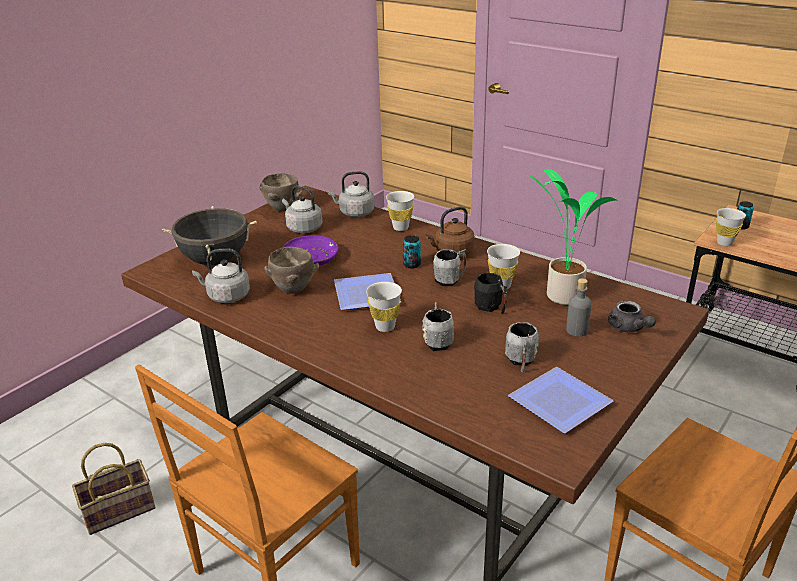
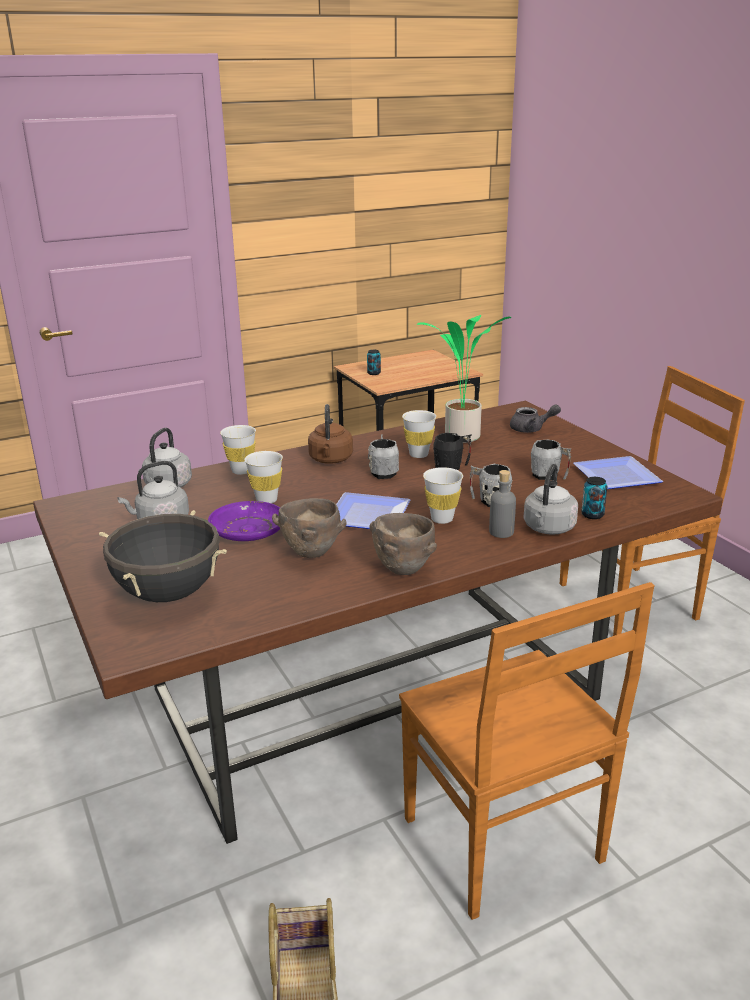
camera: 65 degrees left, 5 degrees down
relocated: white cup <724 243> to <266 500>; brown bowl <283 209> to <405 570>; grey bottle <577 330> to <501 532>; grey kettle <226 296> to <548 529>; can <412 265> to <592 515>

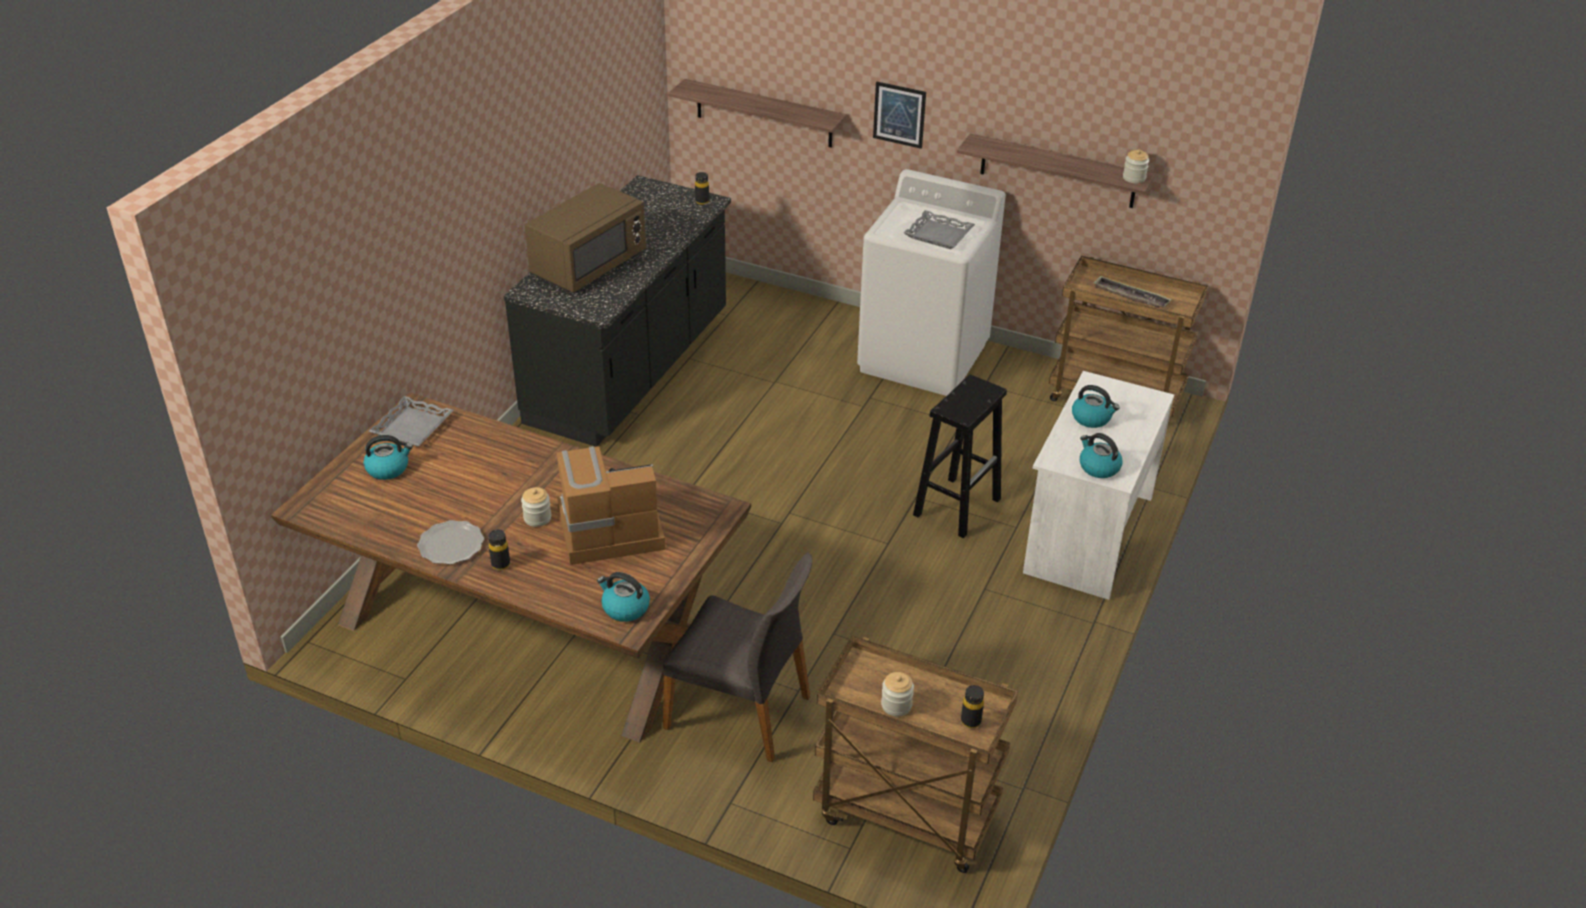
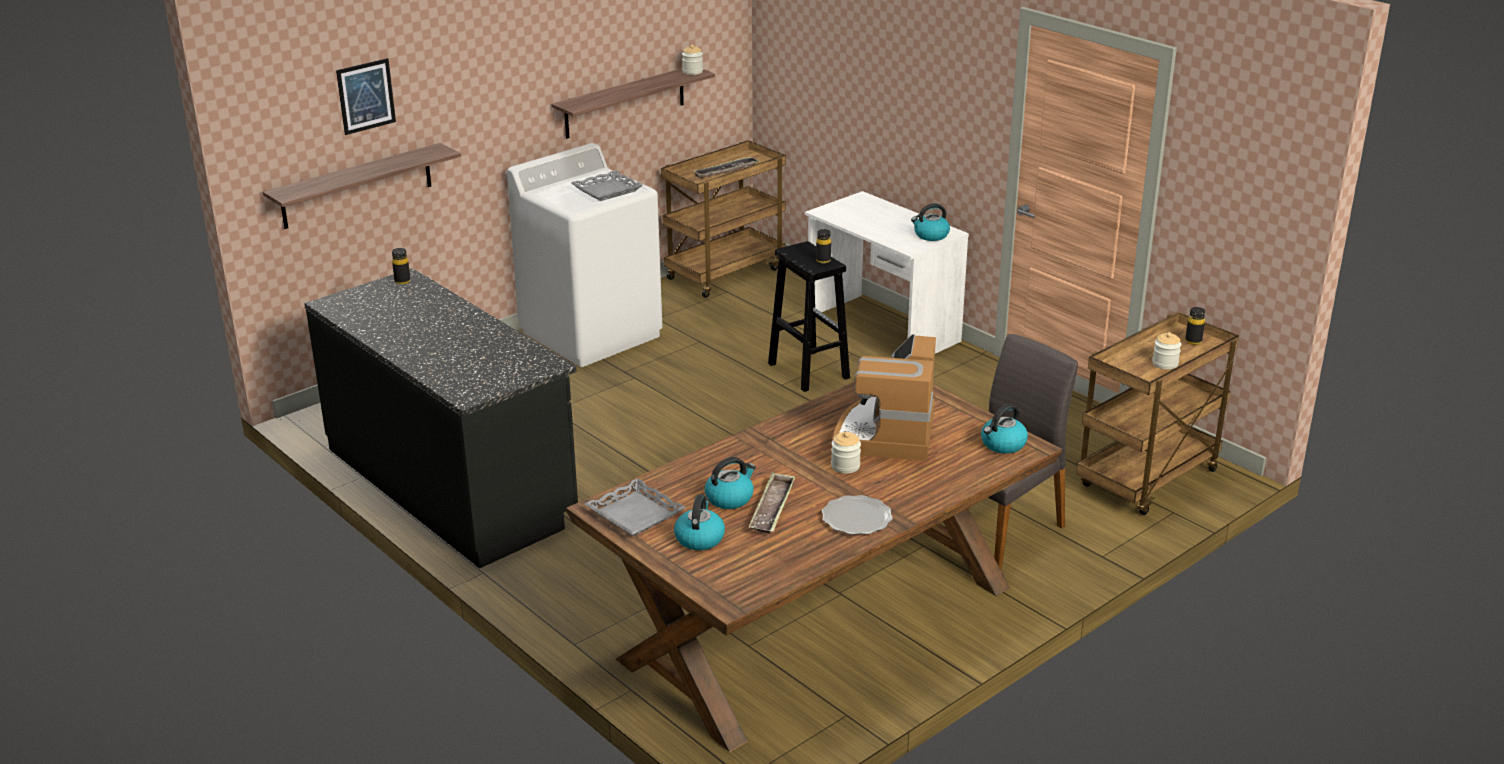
camera: 65 degrees left, 10 degrees down
missing: brown microwave <588 265>
appeared: tray <772 508>
relocated: picture <899 114> to <366 96>; kettle <1092 418> to <730 498>; black bottle <501 564> to <823 260>

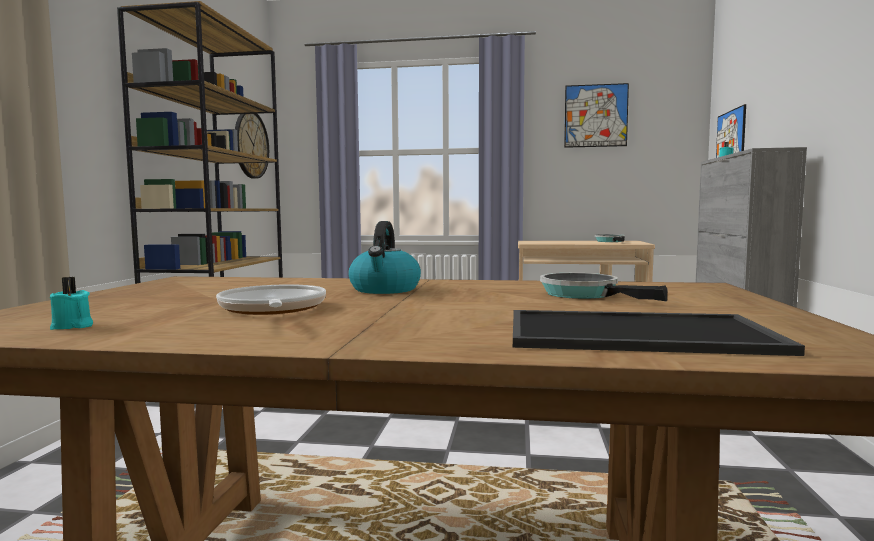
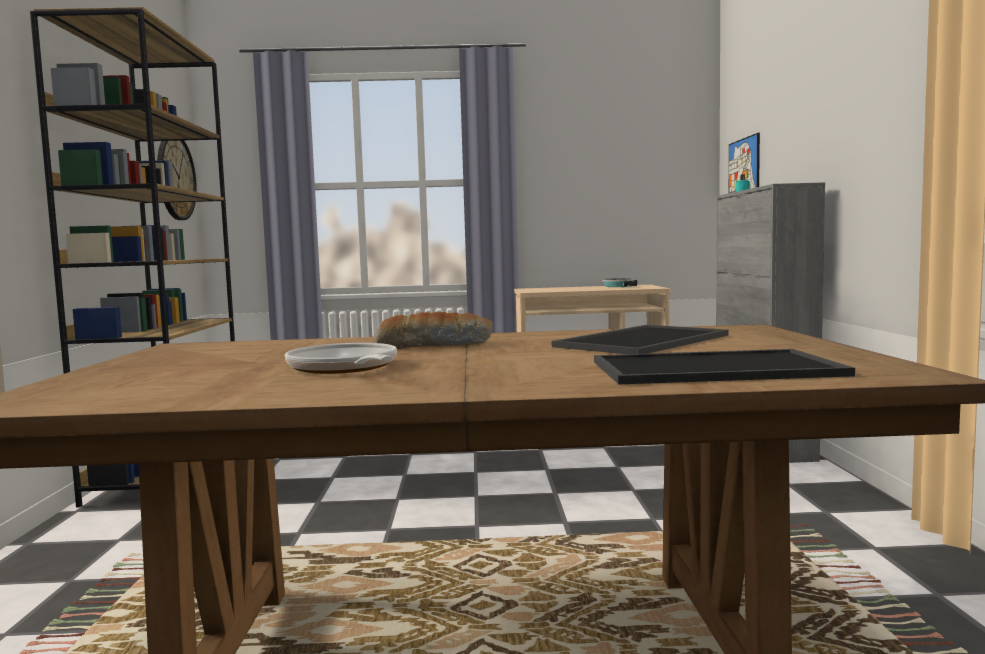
camera: 10 degrees left, 0 degrees up
missing: turquoise candle <73 326>; picture <595 116>
exchanged: kettle <385 290> to bread <435 345>; frying pan <585 294> to tray <641 340>

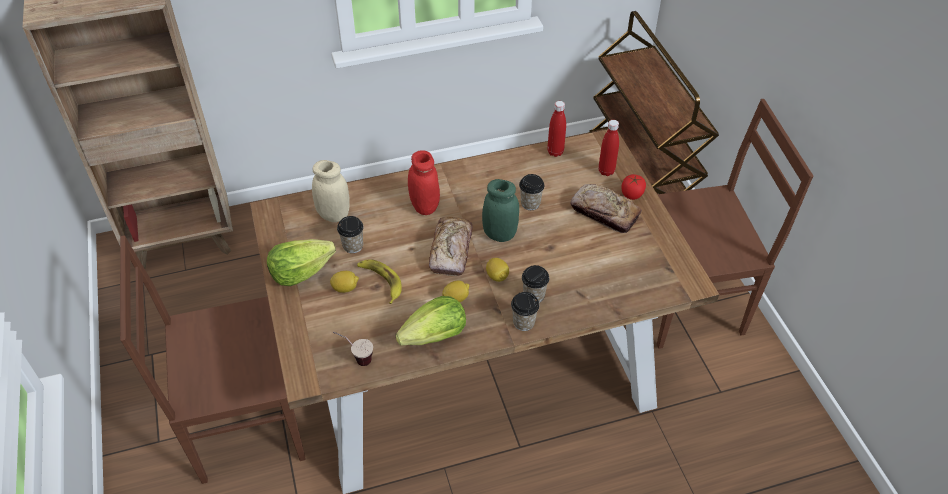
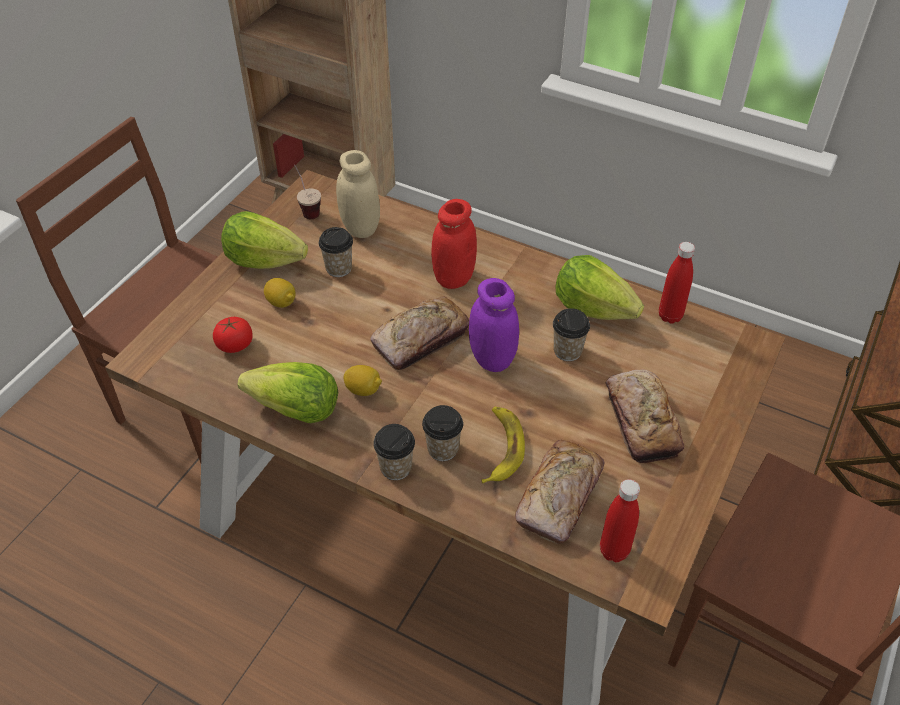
camera: 45 degrees right, 0 degrees up
missing: lemon <497 276>
appeared: bread <559 497>; lettuce <593 308>
relocated: tomato <632 194> to <235 345>; cup <355 358> to <307 209>; banana <380 281> to <501 447>; red bottle <606 171> to <614 551>
colour: green jar <499 234> to purple jar <492 359>

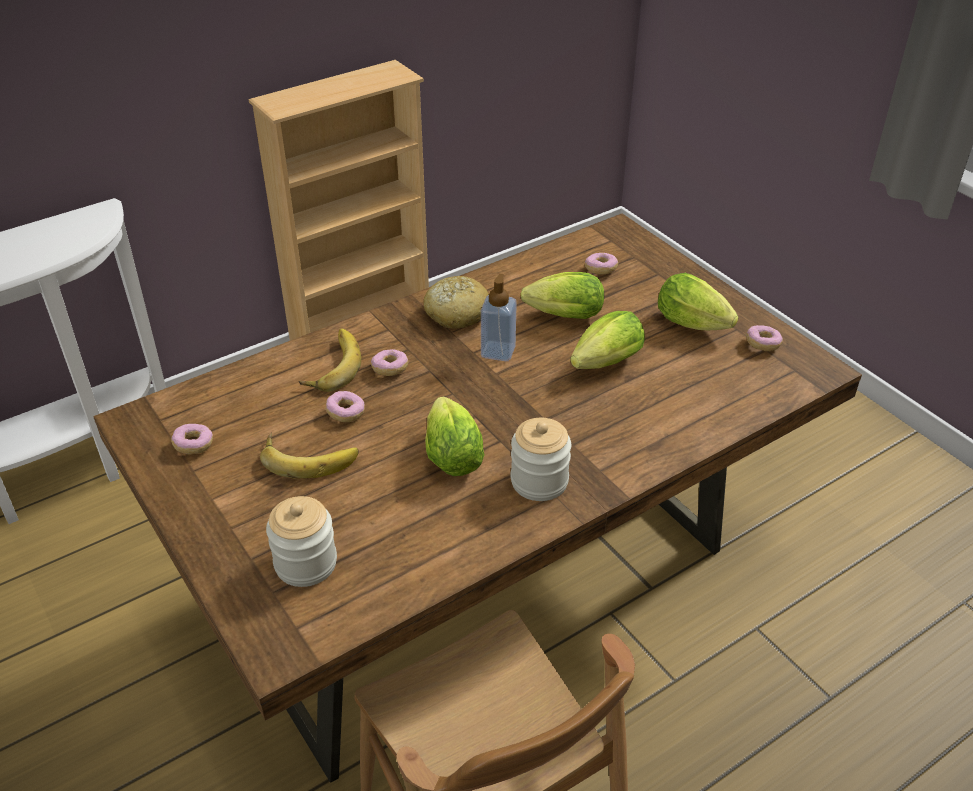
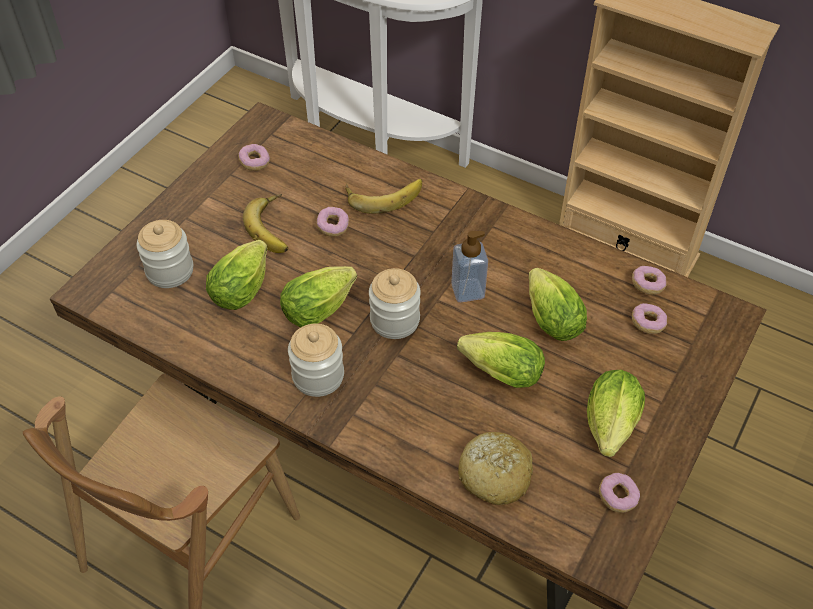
camera: 65 degrees right, 10 degrees up
appeared: lettuce <244 287>; jar <395 320>
relocated: bread <456 313> to <494 474>; donut <390 369> to <647 285>

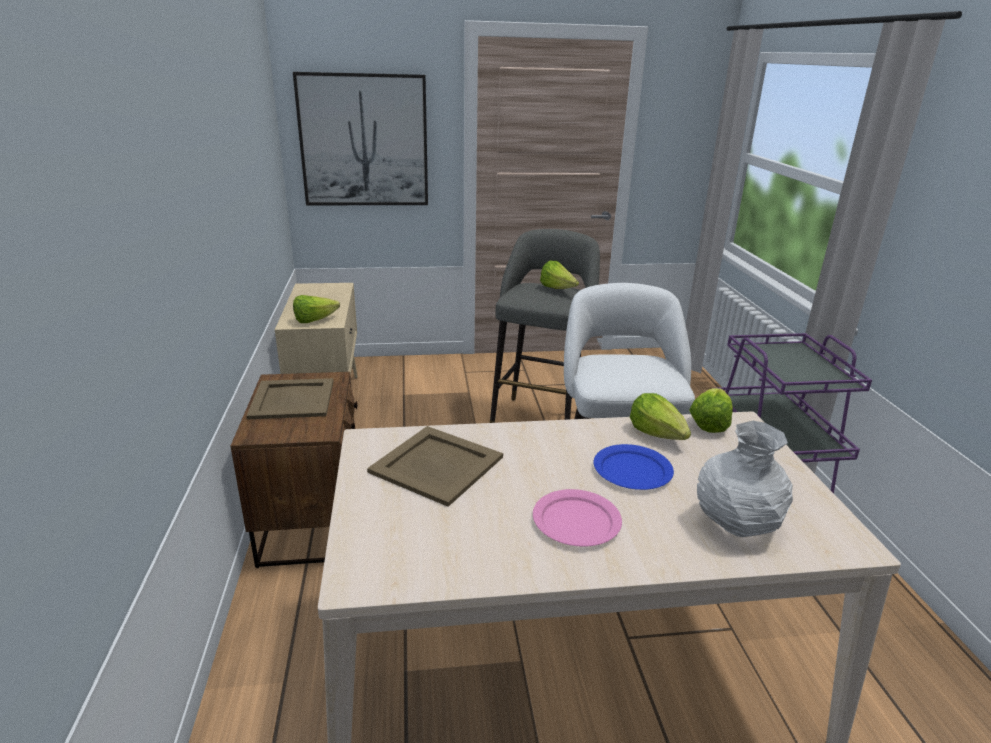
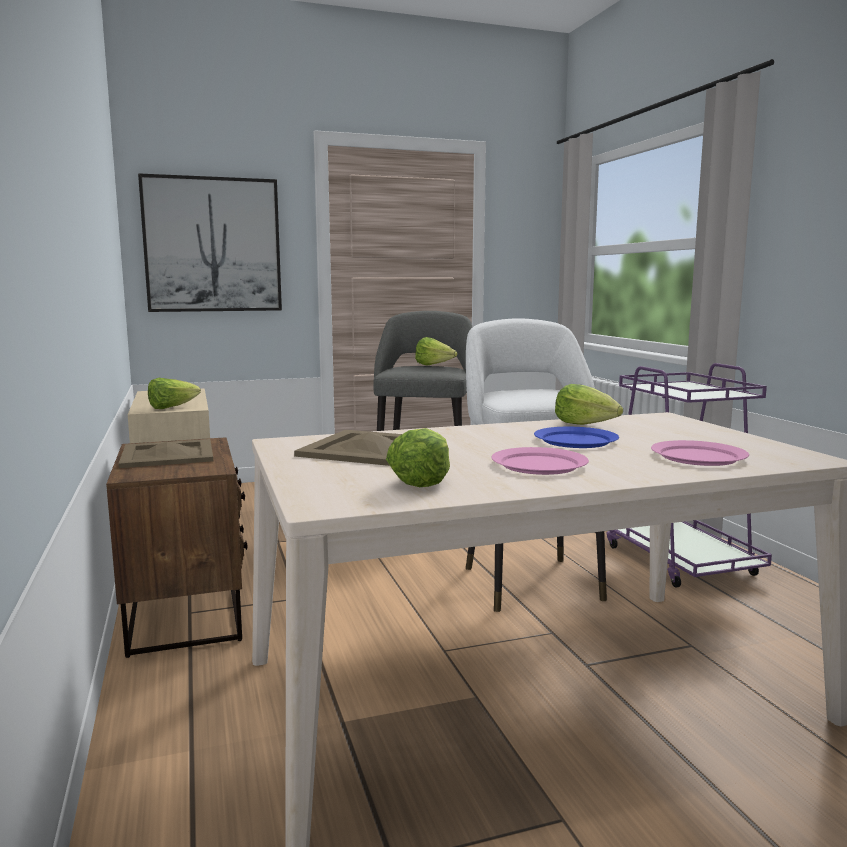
camera: 10 degrees left, 15 degrees down
relocated: lettuce <709 423> to <421 480>
exchanged: white vase <737 524> to pink plate <699 457>

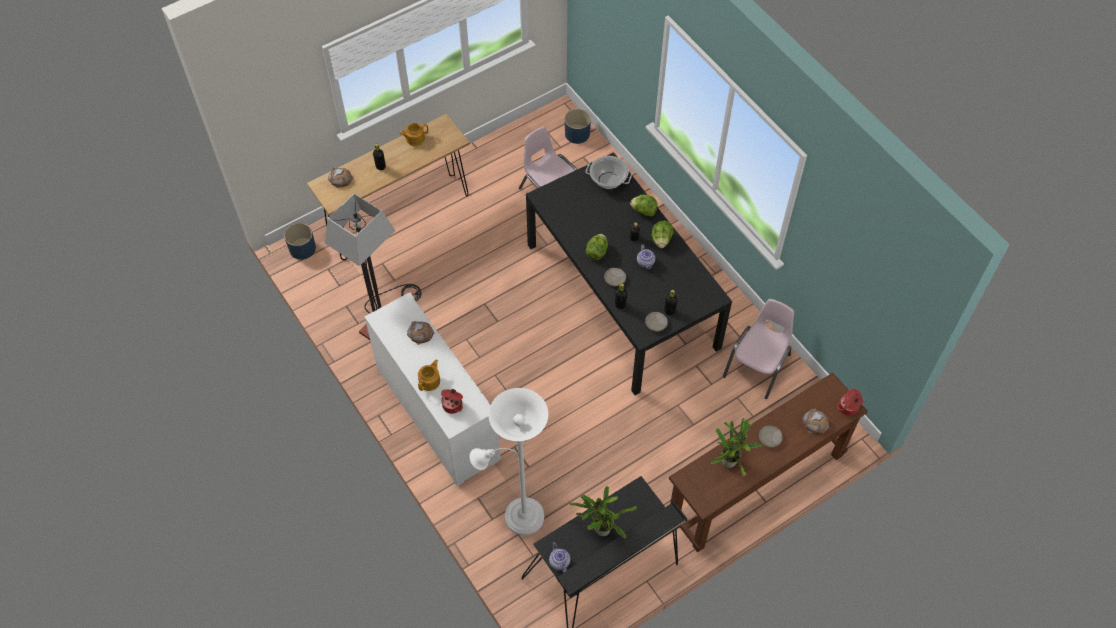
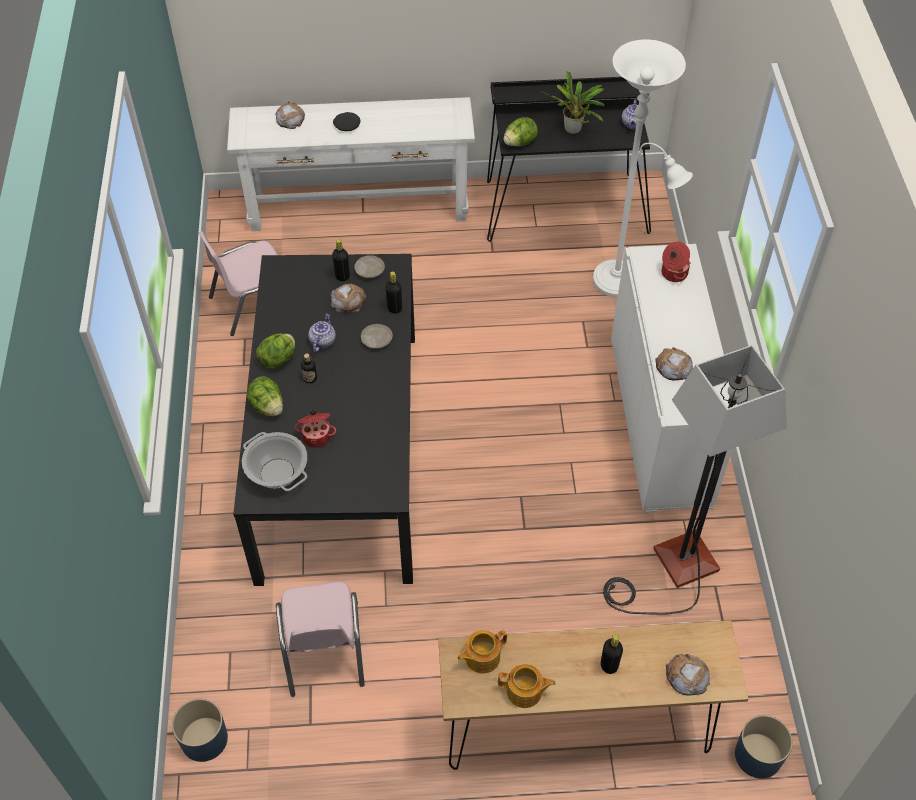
camera: 150 degrees left, 5 degrees down
missing: potted plant <730 460>
appeared: bread <348 300>
relocated: cooking pot <848 408> to <317 436>; teapot <430 381> to <481 657>; lettuce <597 252> to <520 142>
colour: brown console table <756 484> to white console table <358 206>; beige plate <770 438> to black plate <347 125>

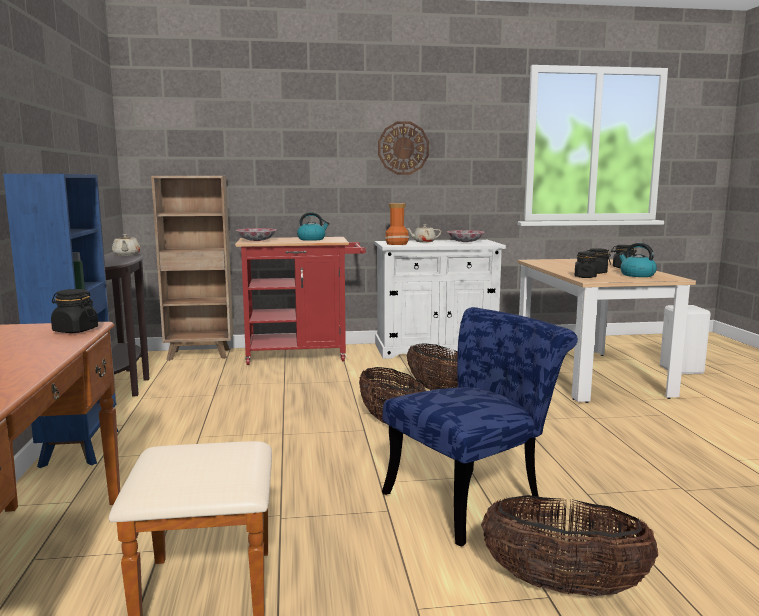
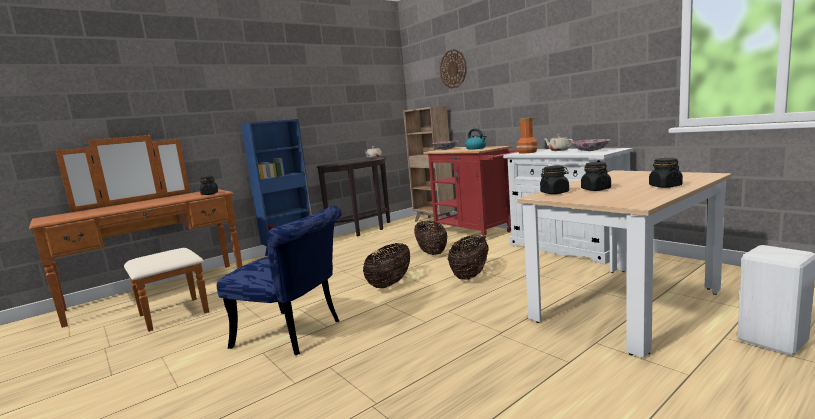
camera: 60 degrees right, 0 degrees up
missing: kettle <636 275>
relocated: basket <563 586> to <432 252>; wall clock <403 148> to <453 69>

